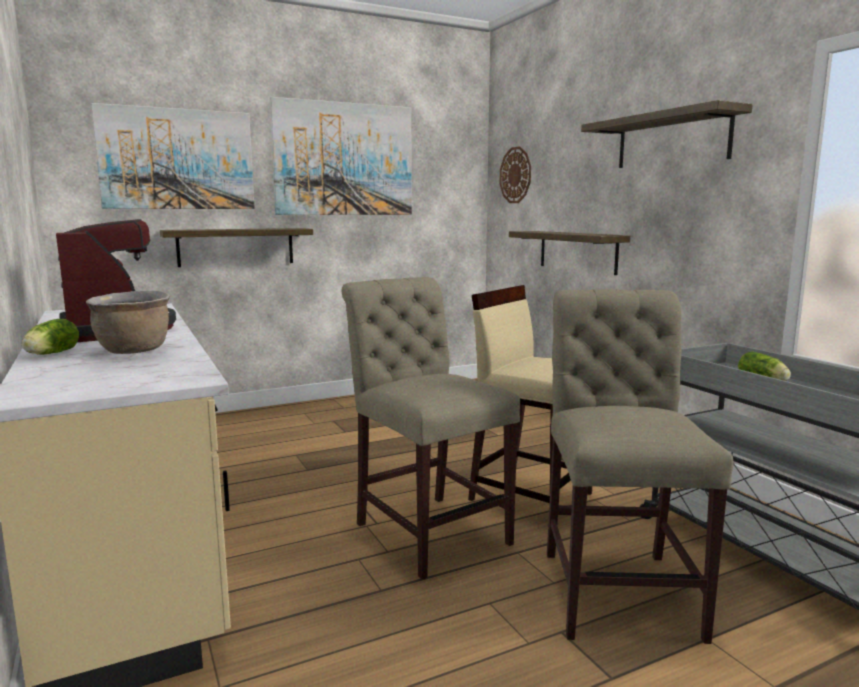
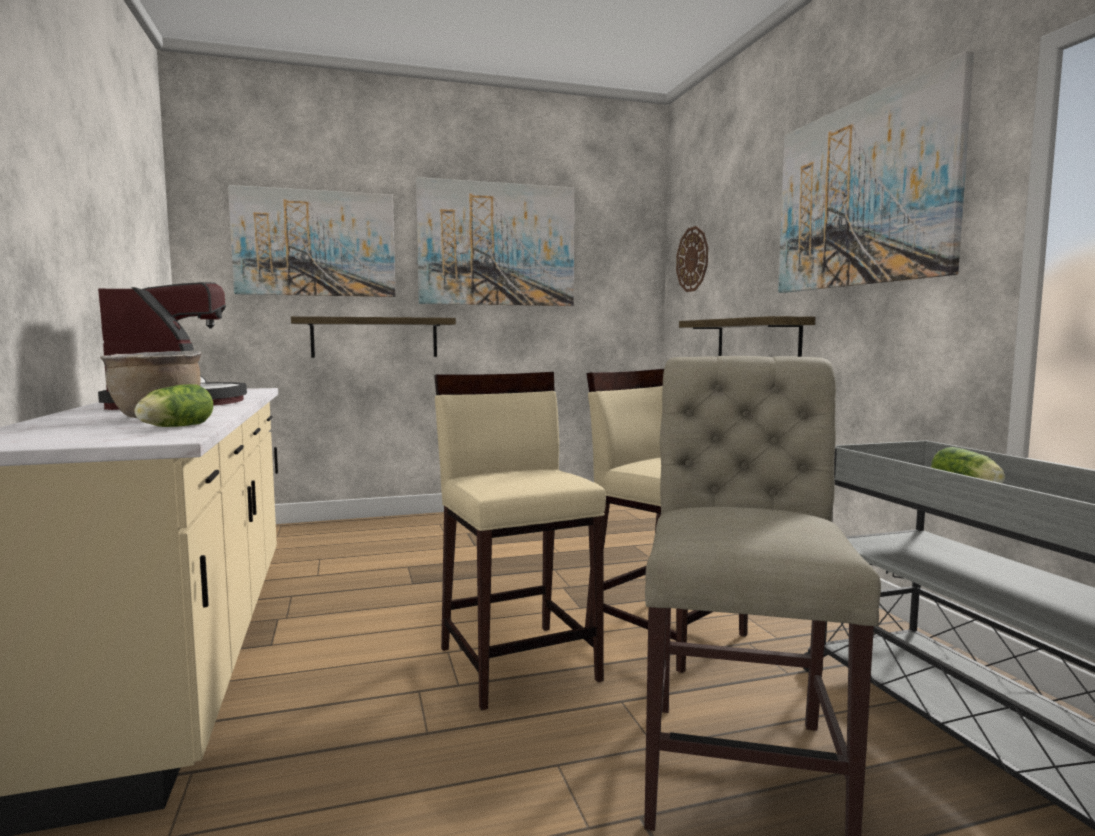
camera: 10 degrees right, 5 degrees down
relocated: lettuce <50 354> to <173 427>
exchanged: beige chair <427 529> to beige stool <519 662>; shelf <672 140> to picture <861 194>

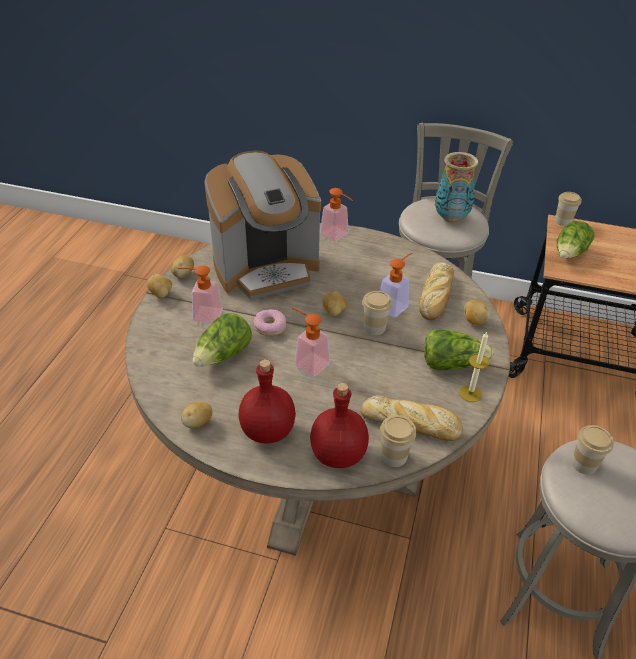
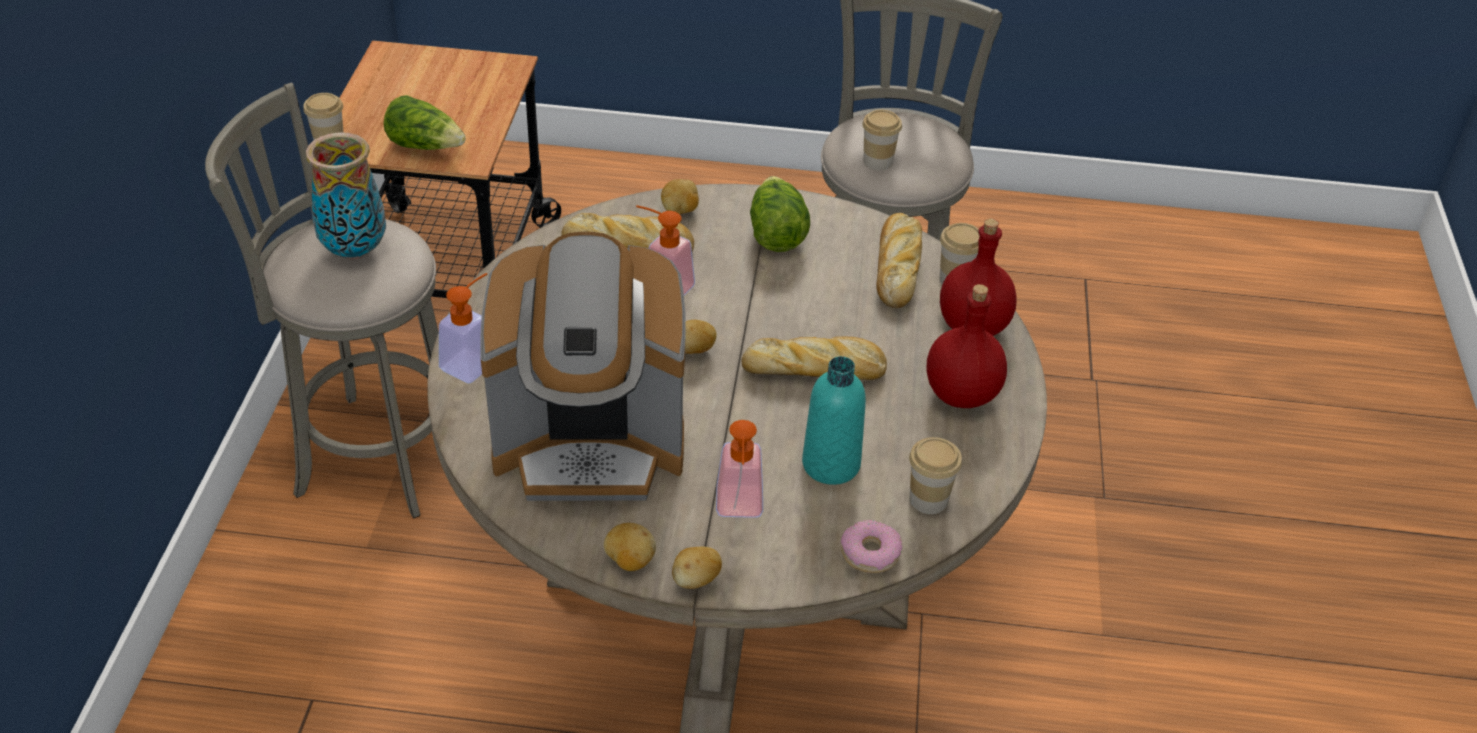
camera: 100 degrees left, 0 degrees up
missing: potato <197 423>; candle <470 393>
relocated: donut <270 326> to <870 553>; cup <374 327> to <928 499>
exchanged: soap dispenser <307 362> to bread <816 369>; lettuce <223 355> to turquoise bottle <831 464>
spun: coffee machine <266 268> = <590 444> 120 degrees clockwise

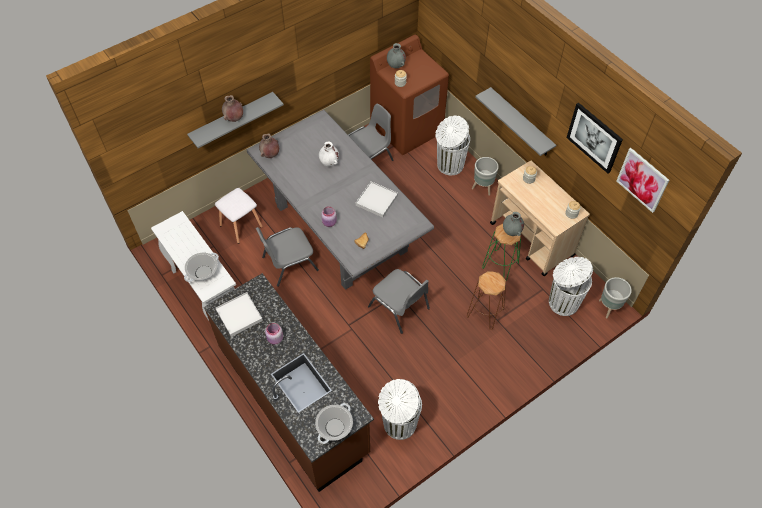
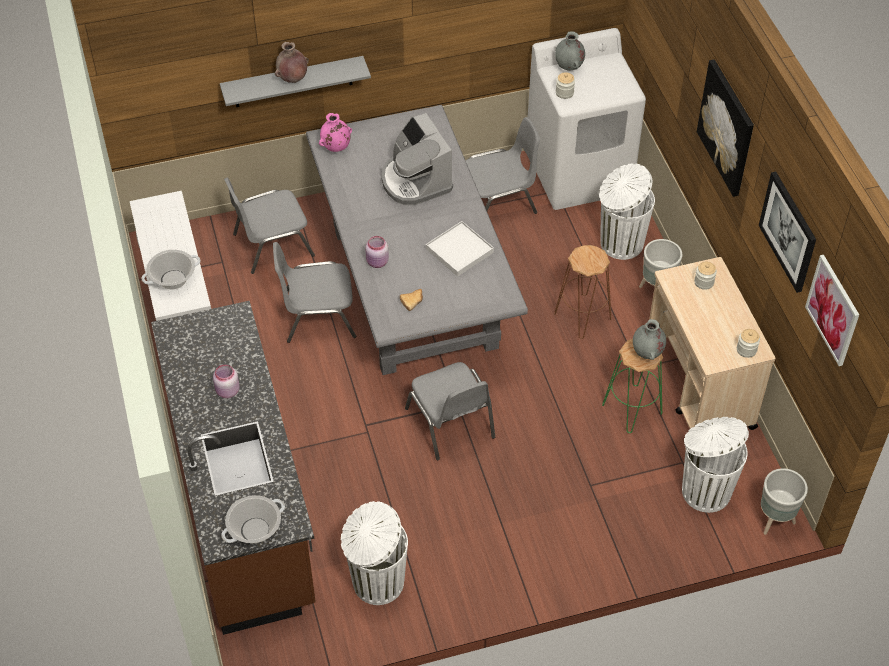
camera: 20 degrees right, 5 degrees down
missing: white tray <239 315>; grey shelf <521 123>
appeared: picture <727 127>
relocated: brown stool <485 313> to <583 316>
exchanged: white stool <240 226> to grey chair <271 244>; white vase <329 163> to coffee machine <415 181>
colour: brown vase <270 155> to pink vase <336 148>; brown washing machine <407 128> to white washing machine <579 173>

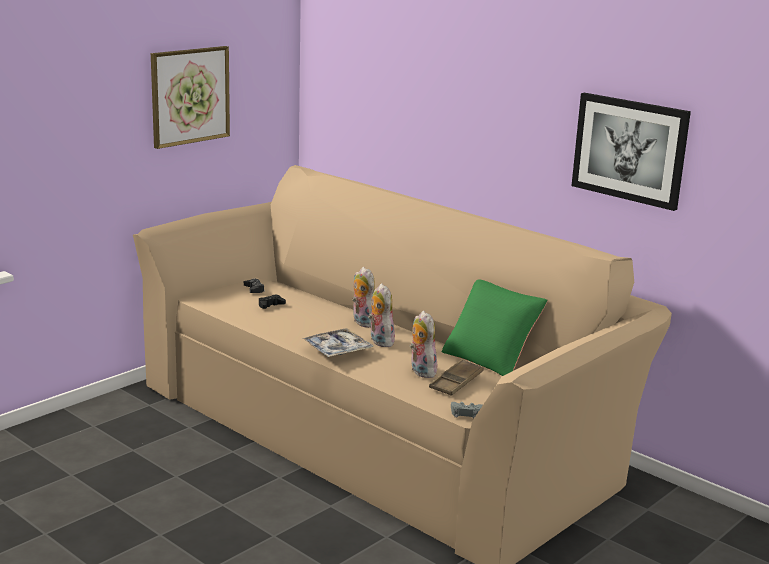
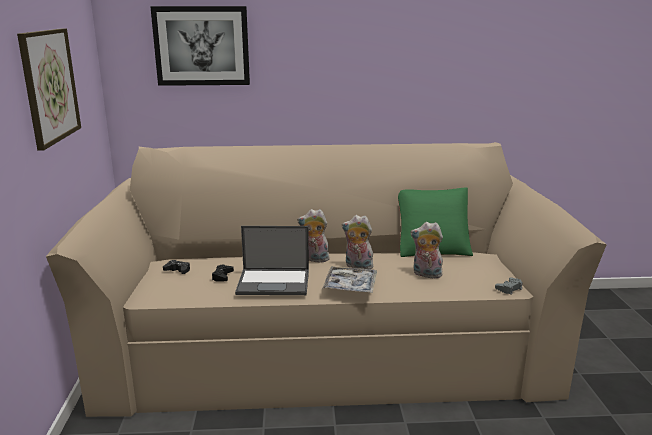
camera: 45 degrees left, 0 degrees up
missing: brown tray <456 382>
appeared: laptop <274 282>
relocated: picture <629 150> to <202 46>

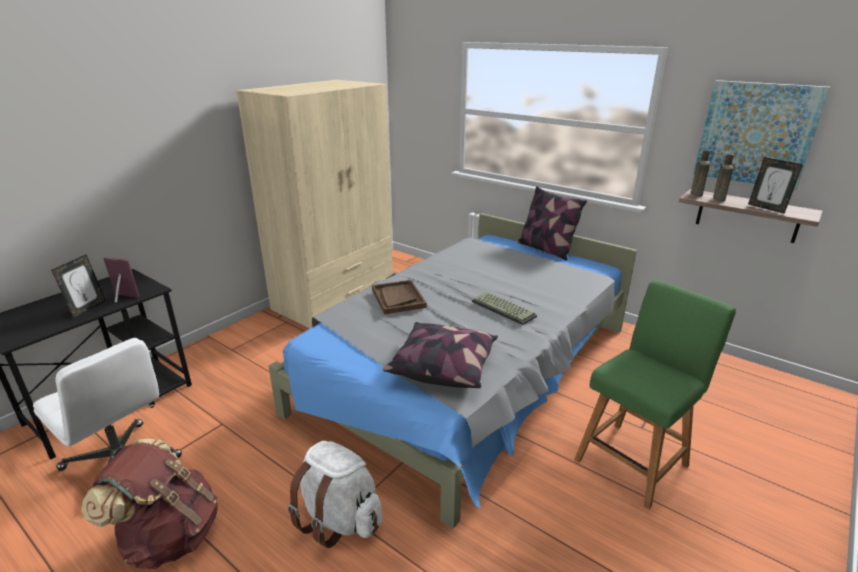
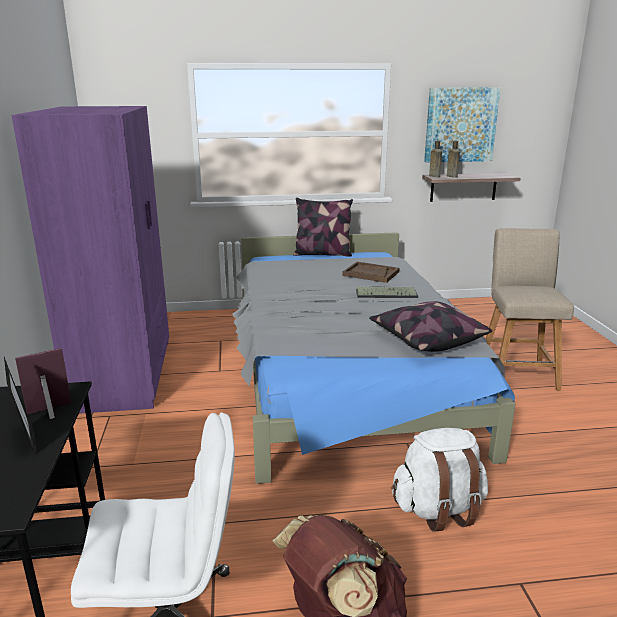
camera: 45 degrees left, 5 degrees down
missing: picture frame <767 208>
relocated: brown tray <398 298> to <370 274>
colour: beige wardrobe <335 297> to purple wardrobe <125 374>; green chair <634 460> to beige chair <516 372>

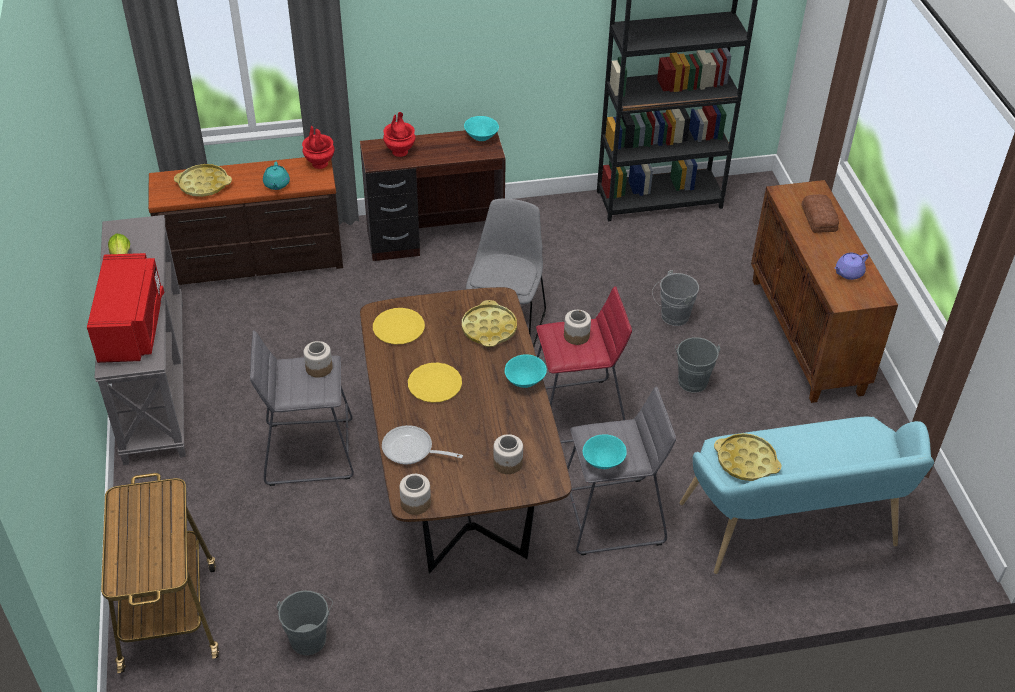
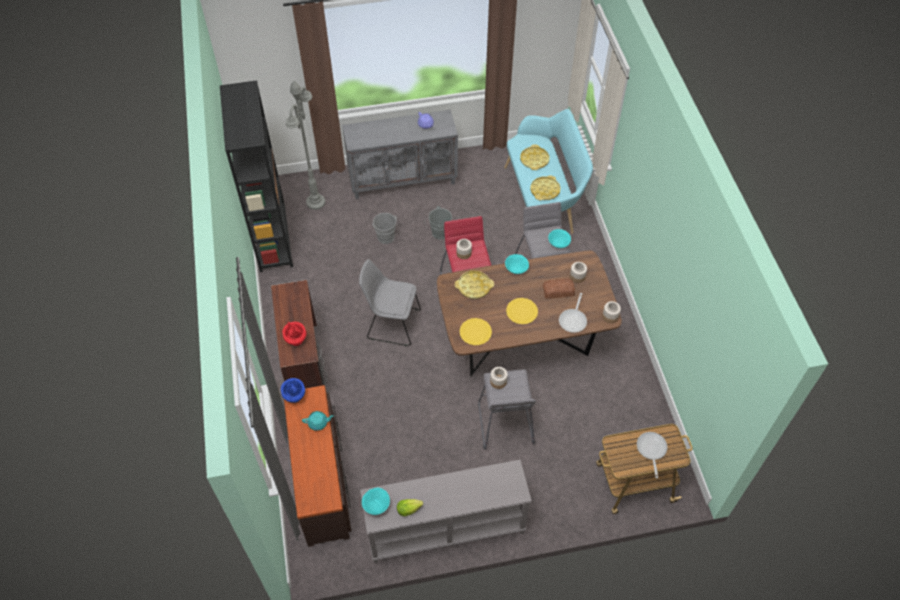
camera: 90 degrees left, 10 degrees up
missing: red microwave <132 327>; grey bucket <309 636>
appeared: grey floor lamp <315 202>; frying pan <651 450>
relocated: turquoise bowl <481 137> to <376 505>; yellow tray <203 184> to <534 160>; bread <819 218> to <558 290>
colour: red vase <319 164> to blue vase <294 397>; brown cabinet <807 336> to grey cabinet <403 179>

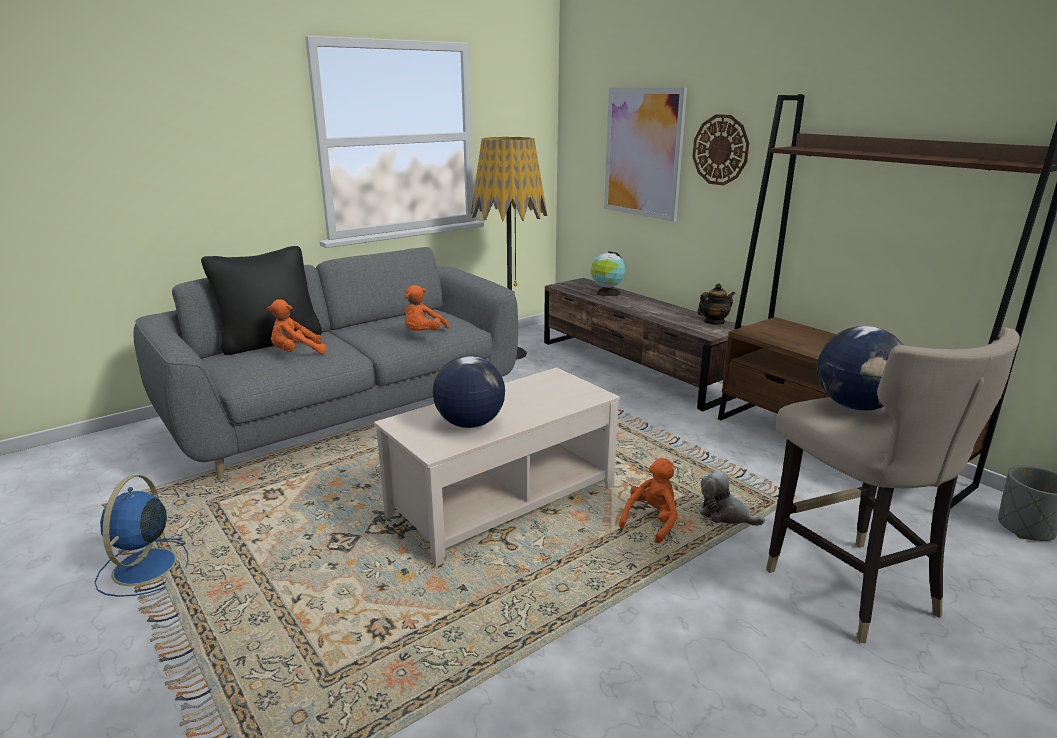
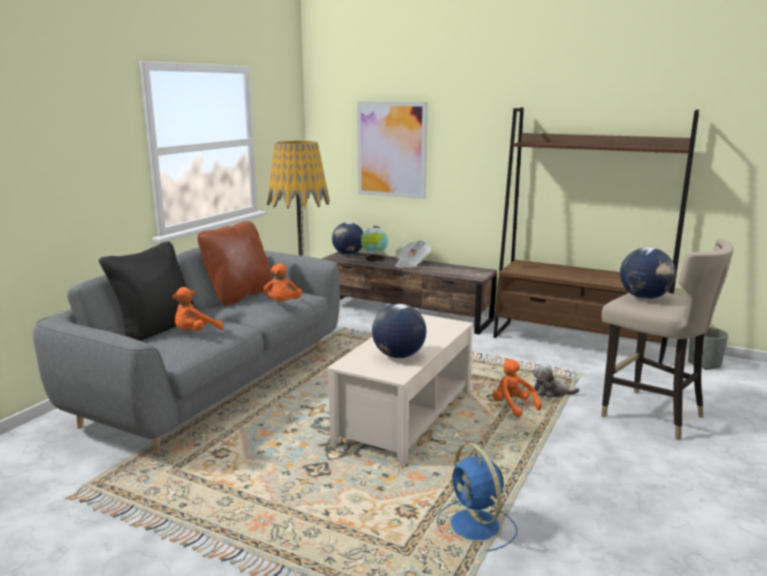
camera: 25 degrees left, 5 degrees down
missing: wall clock <720 150>; teapot <714 322>
appeared: brown pillow <239 295>; globe <348 254>; newspaper <411 264>
relocated: blue fan <143 569> to <476 527>
spun: orange plush toy <651 521> = <513 406> 45 degrees counterclockwise

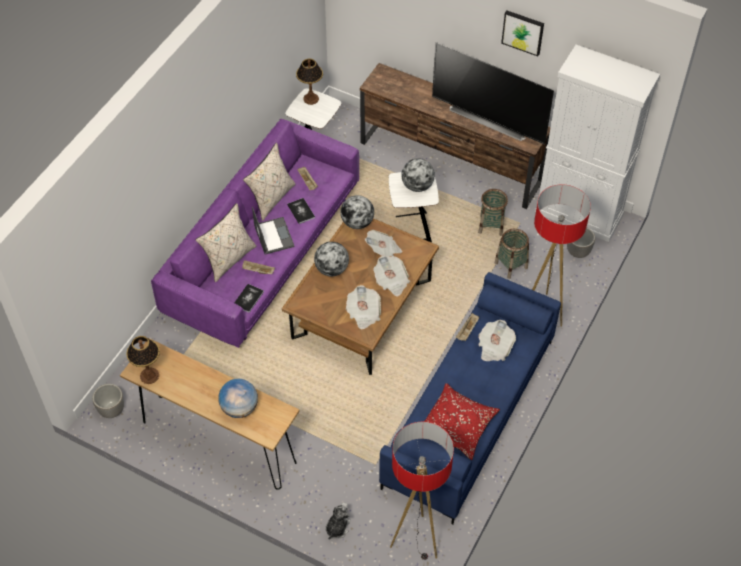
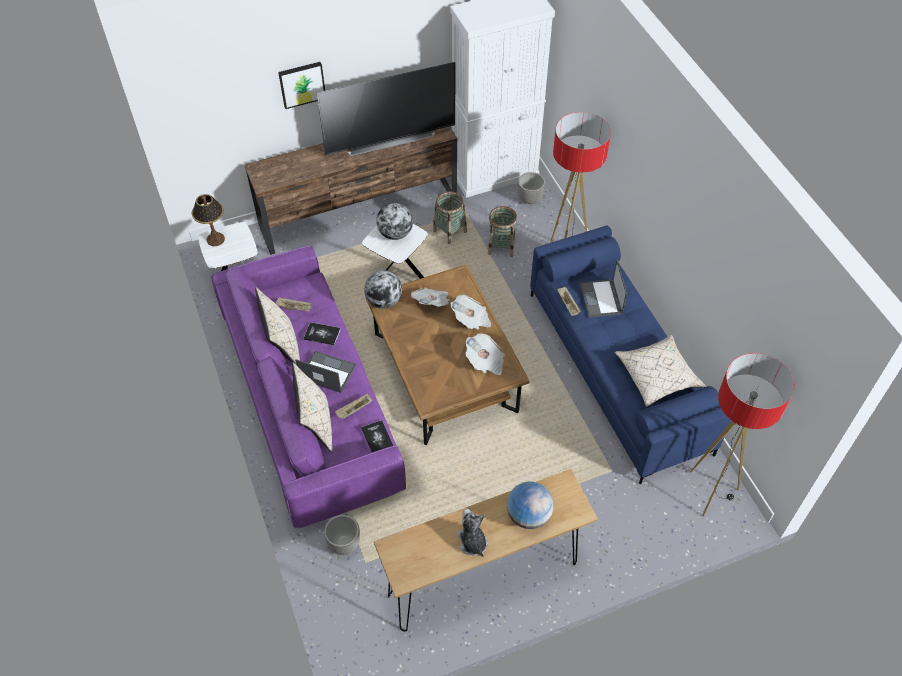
camera: 50 degrees left, 0 degrees up
missing: table lamp <149 376>; globe <332 269>
relocated: picture <523 32> to <302 84>; planter <112 410> to <344 544>; plush toy <337 527> to <472 542>
exchanged: newspaper <494 347> to laptop <601 299>
colour: red pillow <457 426> to beige pillow <657 376>

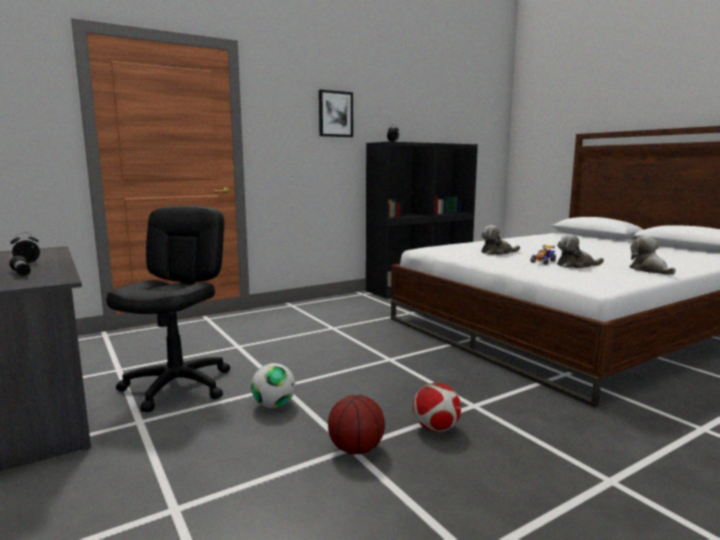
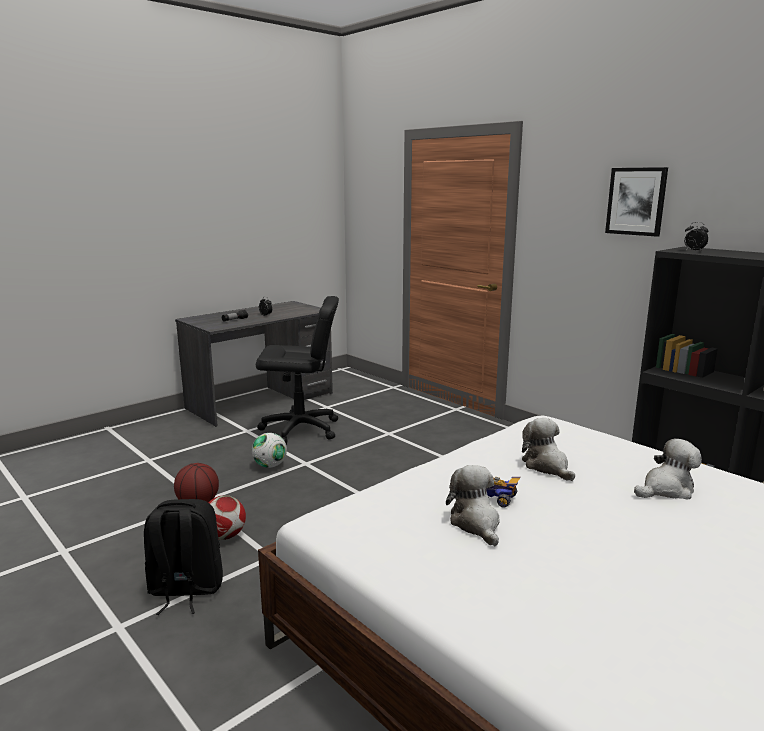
camera: 80 degrees right, 5 degrees up
appeared: black backpack <185 590>
relocated: plush toy <650 270> to <666 489>

